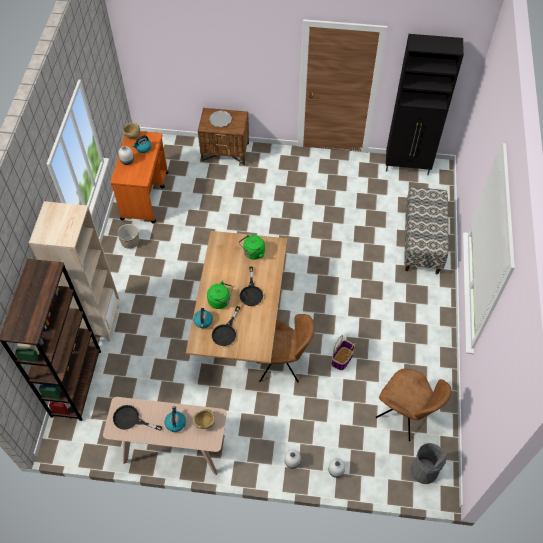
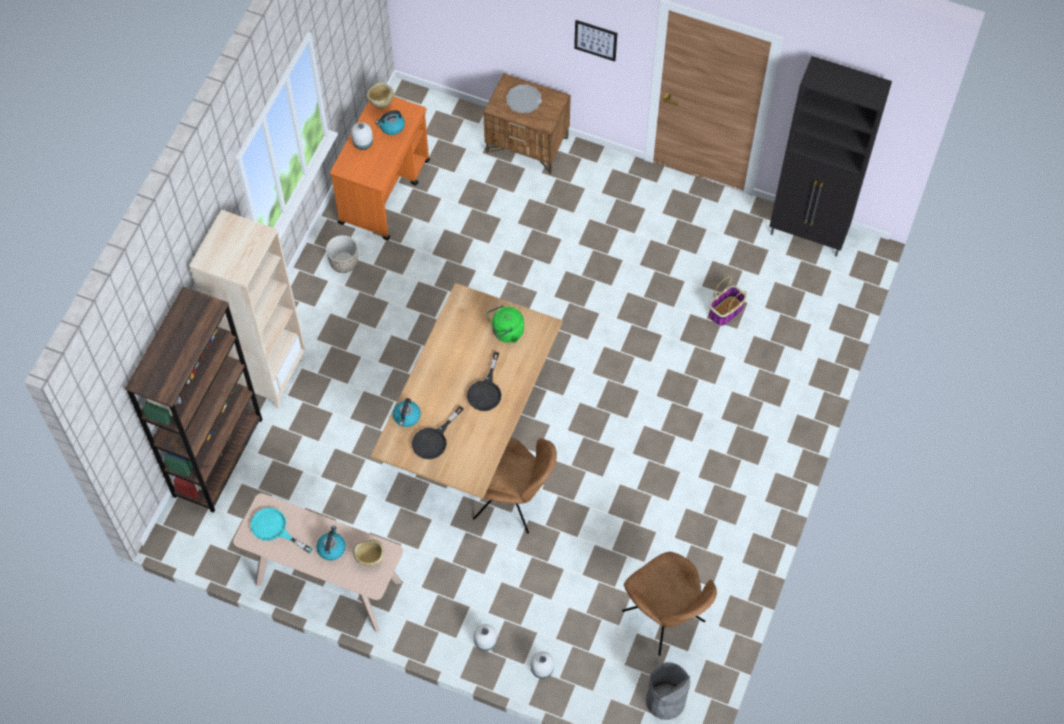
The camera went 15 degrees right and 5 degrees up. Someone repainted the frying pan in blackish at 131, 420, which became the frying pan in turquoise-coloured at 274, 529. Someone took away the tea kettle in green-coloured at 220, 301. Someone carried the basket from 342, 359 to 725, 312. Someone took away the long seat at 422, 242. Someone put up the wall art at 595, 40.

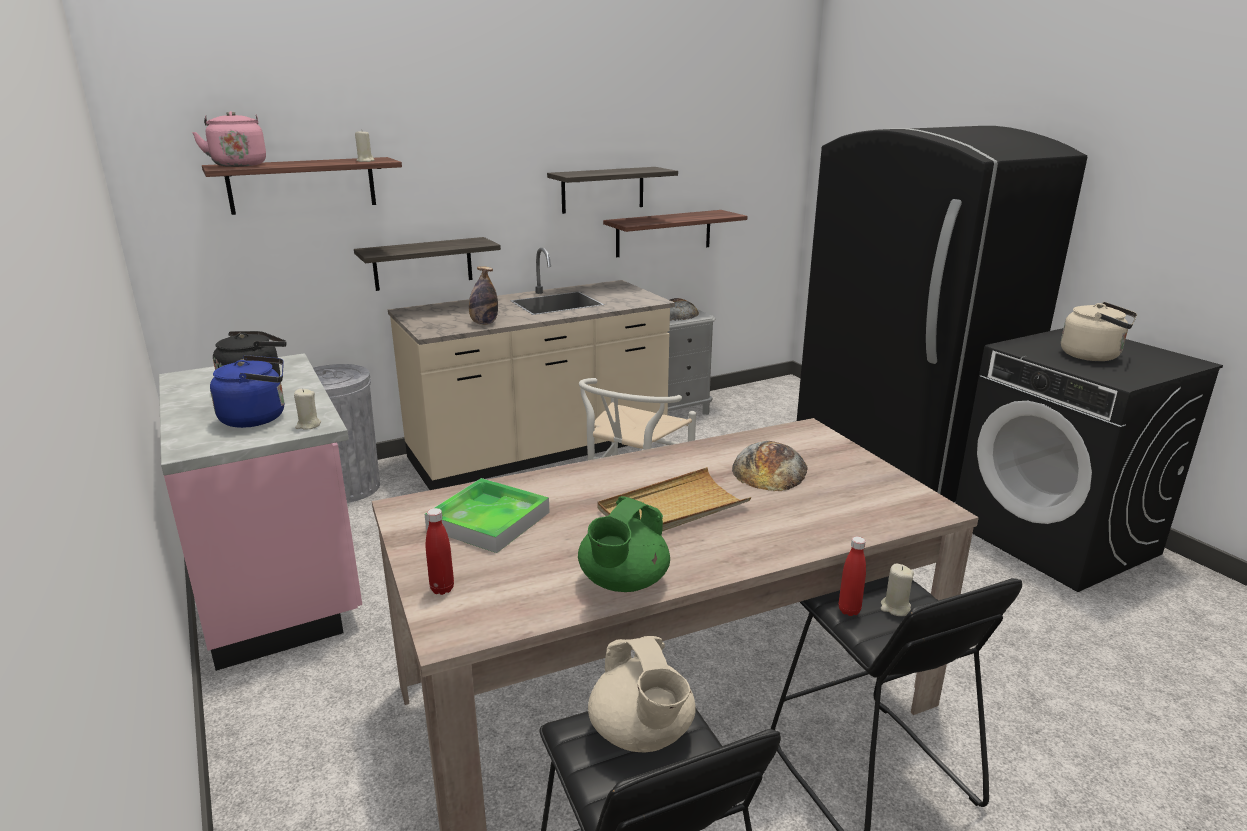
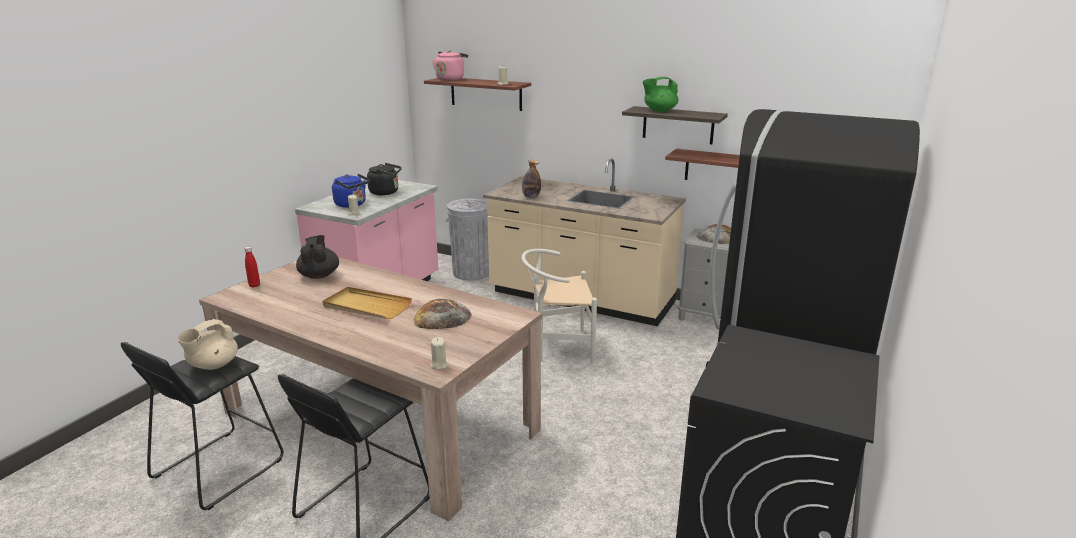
The camera went 55 degrees right and 0 degrees up. Someone took away the wall shelf at 423, 263. Someone swapped the serving tray at 489, 520 for the pot for tea in blackish at 319, 275. Someone carried the pot for tea in green-coloured from 623, 583 to 659, 110. Someone took away the drink bottle in red-coloured at 849, 610. Someone carried the wax light in beige-coloured from 895, 608 to 438, 365. Someone took away the tea kettle in beige-coloured at 1093, 356.

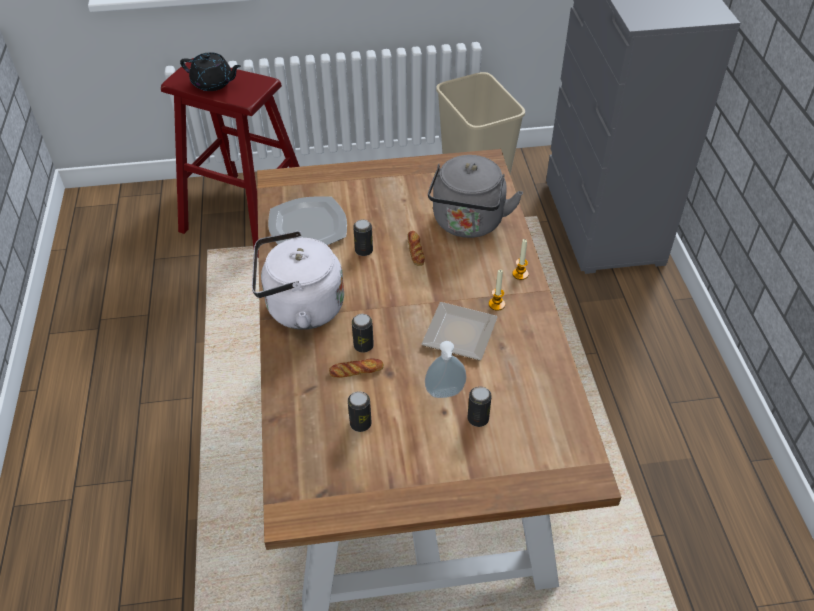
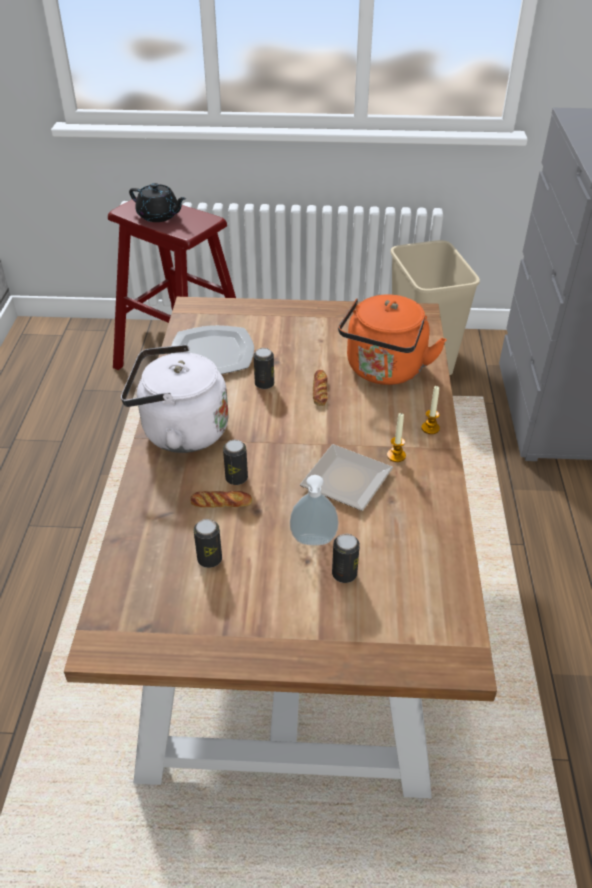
The camera went 10 degrees right and 5 degrees down. Someone repainted the tea kettle in grey at 468, 224, which became the tea kettle in orange-coloured at 384, 371.

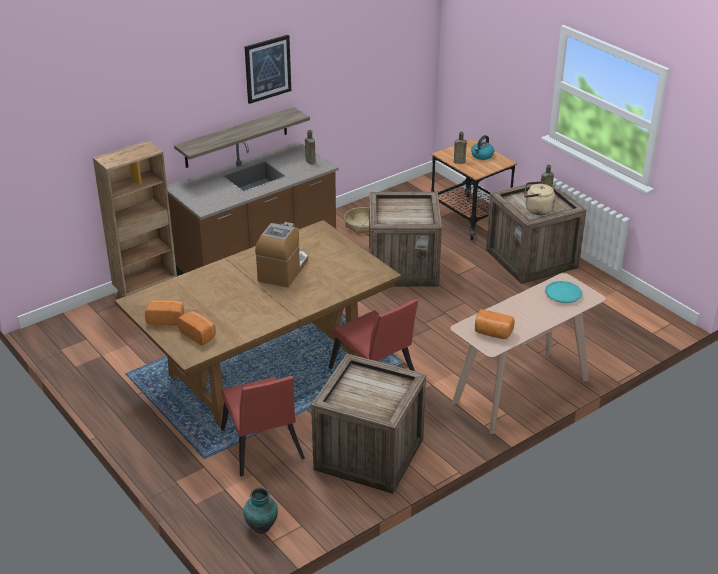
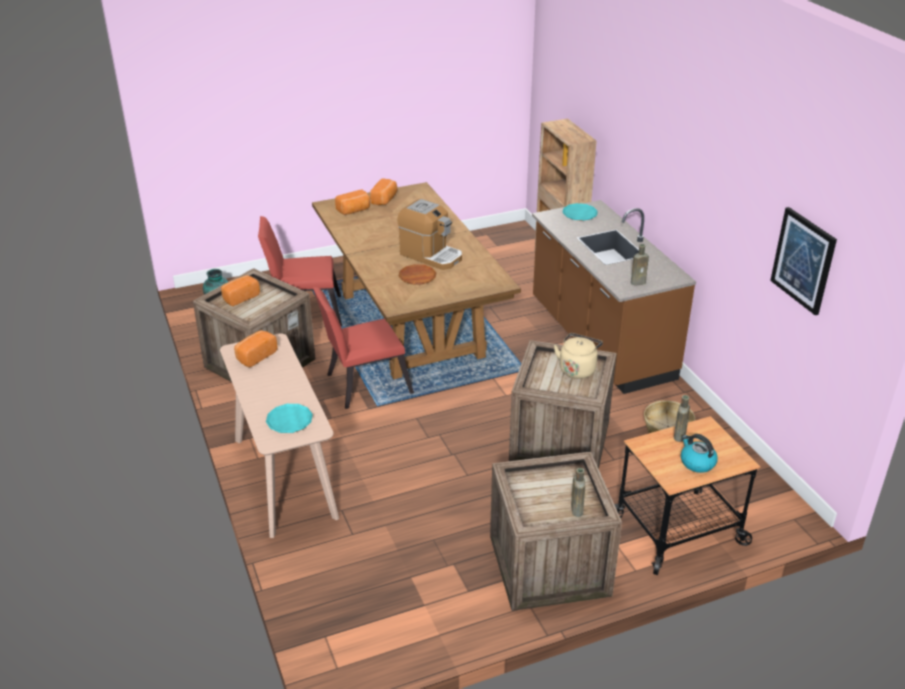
The camera went 105 degrees right and 0 degrees up. Someone took away the wall shelf at 236, 137. Someone carried the wall art from 267, 68 to 803, 260. Someone carried the tea kettle in beige-coloured from 537, 210 to 577, 369. Someone put down the bakery bread at 240, 297. Someone put down the flat dish in brownish at 417, 277. Someone put down the flat dish in turquoise-coloured at 579, 214.

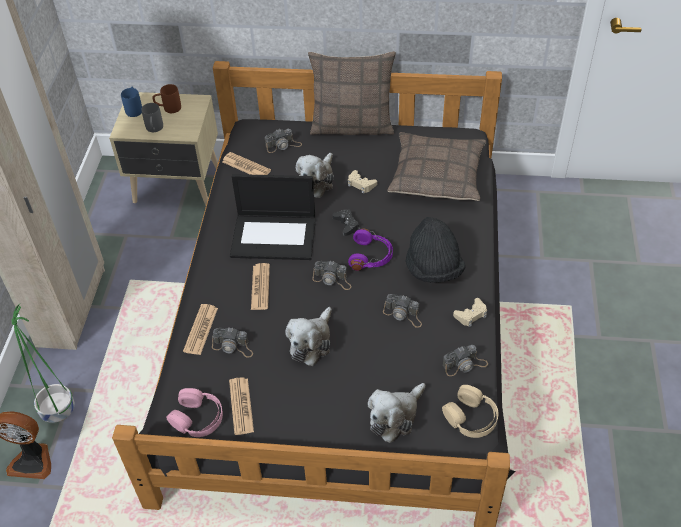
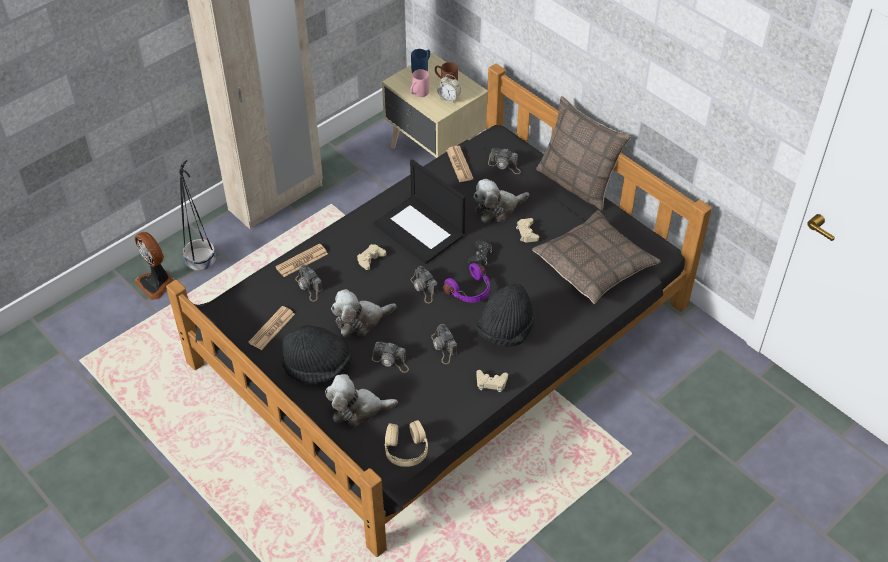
The camera went 40 degrees right and 0 degrees up. Someone repainted the flower pot in green-coloured at 58, 409, which became the flower pot in blackish at 201, 261. Someone repainted the coffee mug in grey at 154, 129, which became the coffee mug in pink at 418, 94. Someone took away the pair of headphones in pink at 197, 418. Someone swapped the printed paper at 260, 287 for the joypad in beige-coloured at 370, 259. Someone carried the photo camera from 465, 365 to 391, 361. Someone put down the clothing hat in blackish at 318, 366. Someone put down the bedside clock at 449, 98.

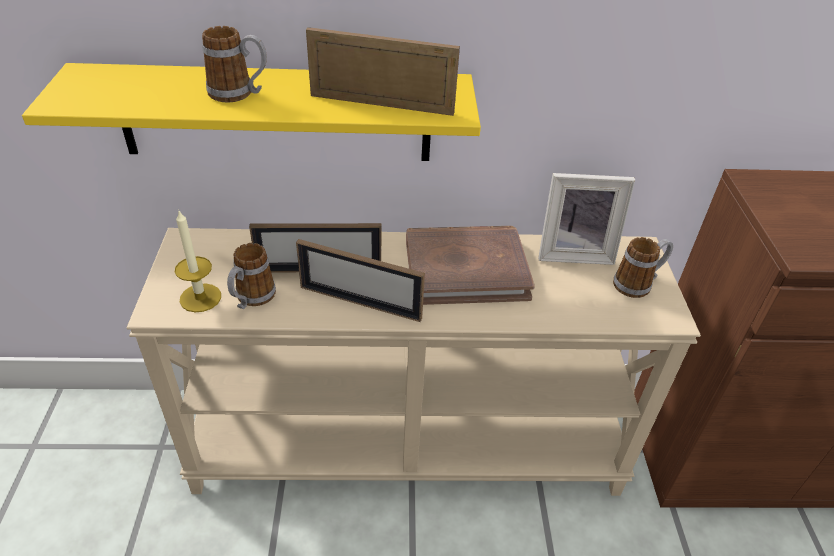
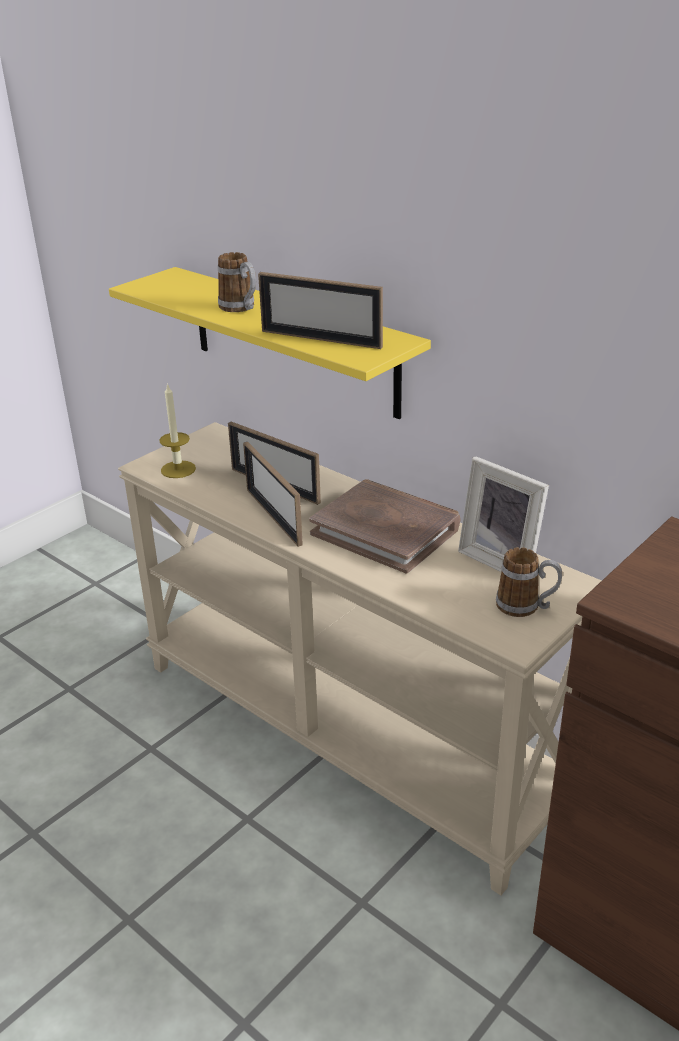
The camera went 45 degrees right and 10 degrees down. Someone took away the coffee mug at 251, 299. Someone rotated the photo frame at 381, 104 by 150 degrees clockwise.

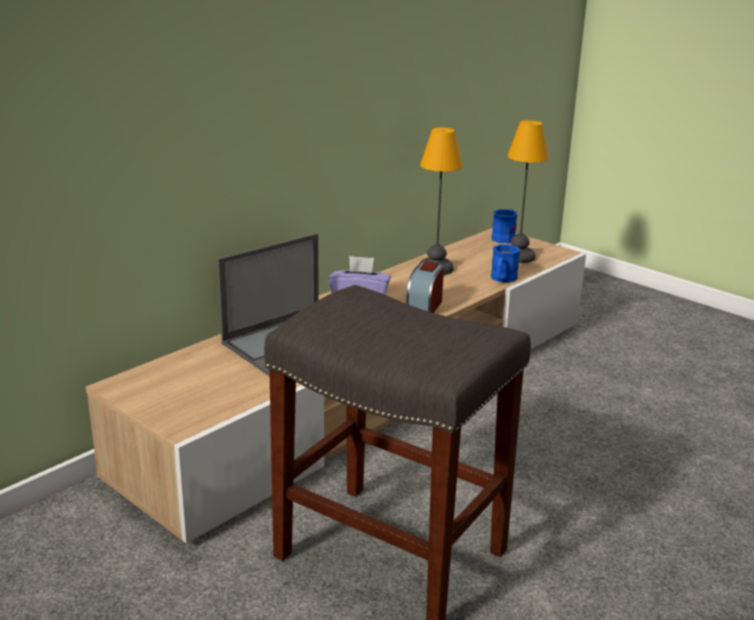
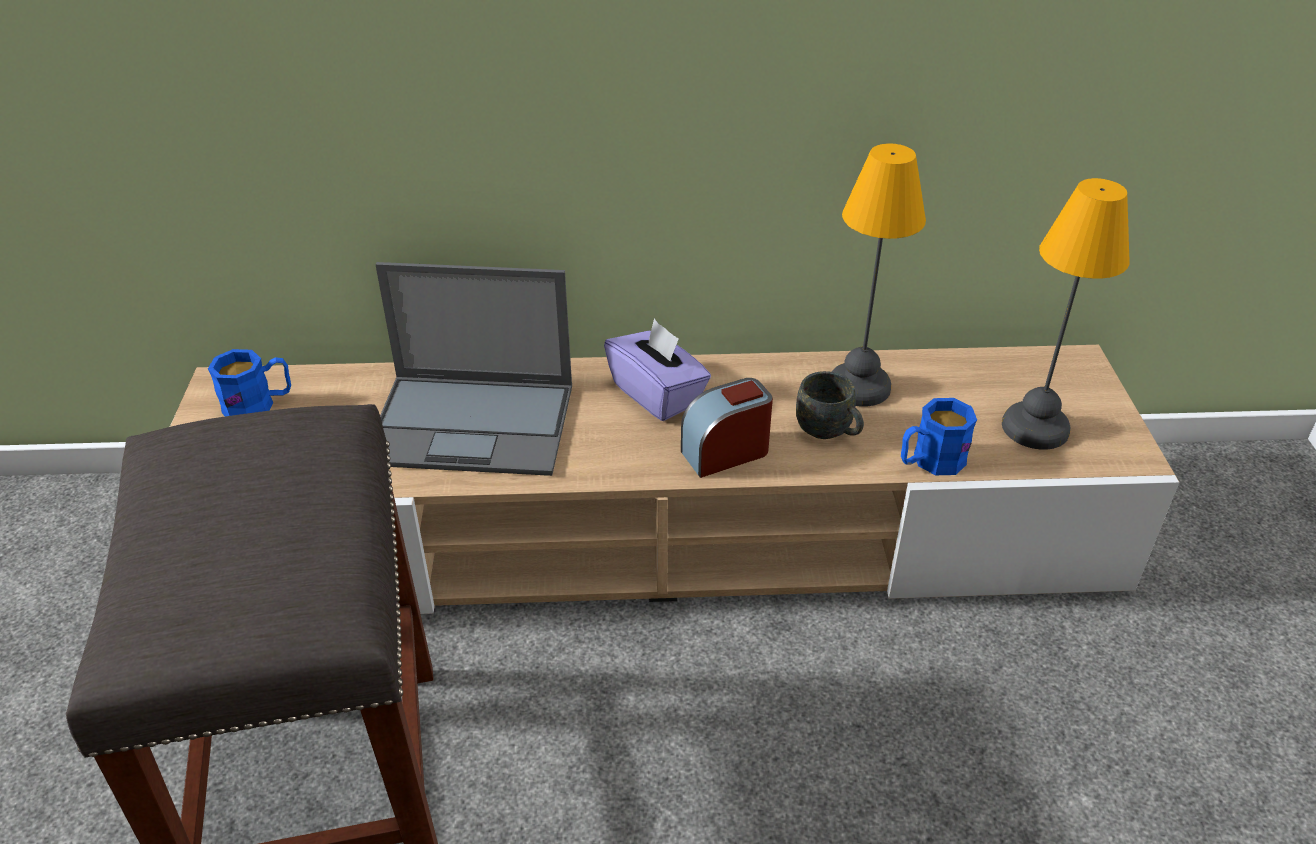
The camera went 45 degrees right and 15 degrees up. Someone carried the coffee mug in blue from 505, 237 to 259, 405. Someone put down the coffee mug in grey at 829, 432.

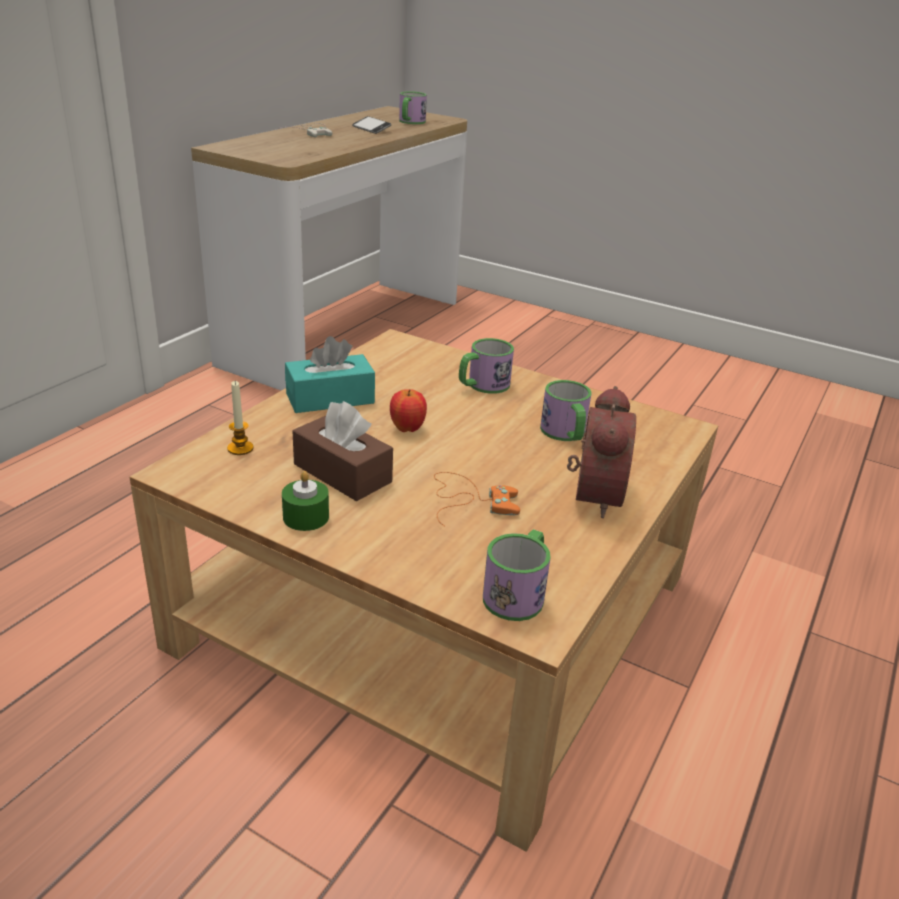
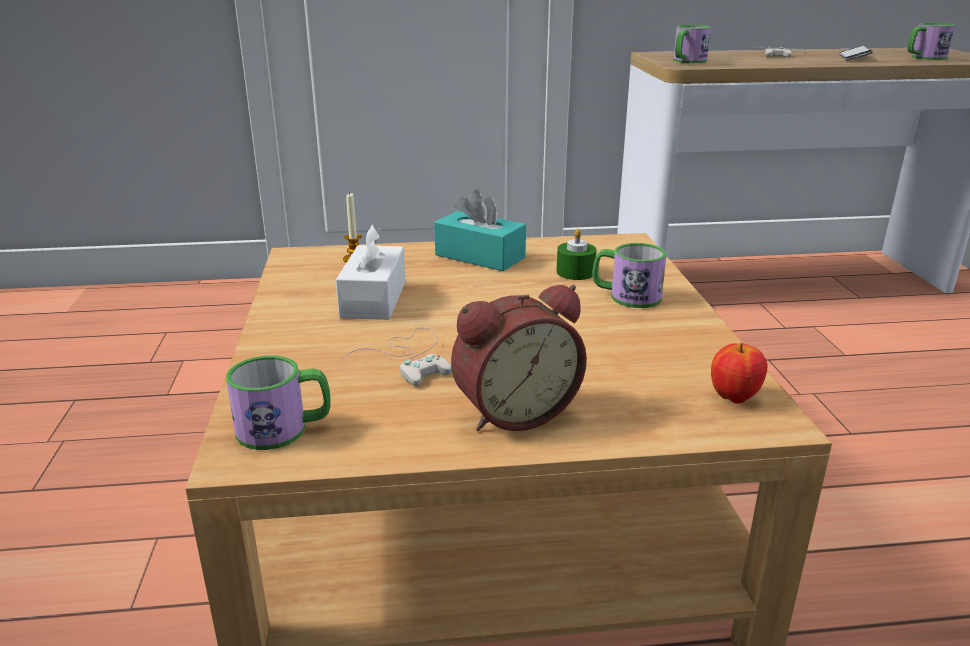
The camera went 55 degrees right and 5 degrees down. Someone carried the wax light in green-coloured from 306, 517 to 575, 272. Someone repainted the tissue box in brownish at 342, 473, which became the tissue box in whitish at 373, 299. Someone carried the apple from 407, 429 to 734, 398. Someone repainted the joypad in orange-coloured at 469, 499, which became the joypad in whitish at 411, 357. Someone carried the coffee mug from 565, 434 to 686, 61.

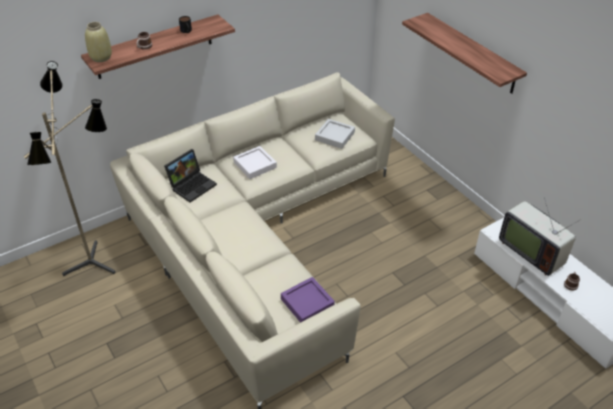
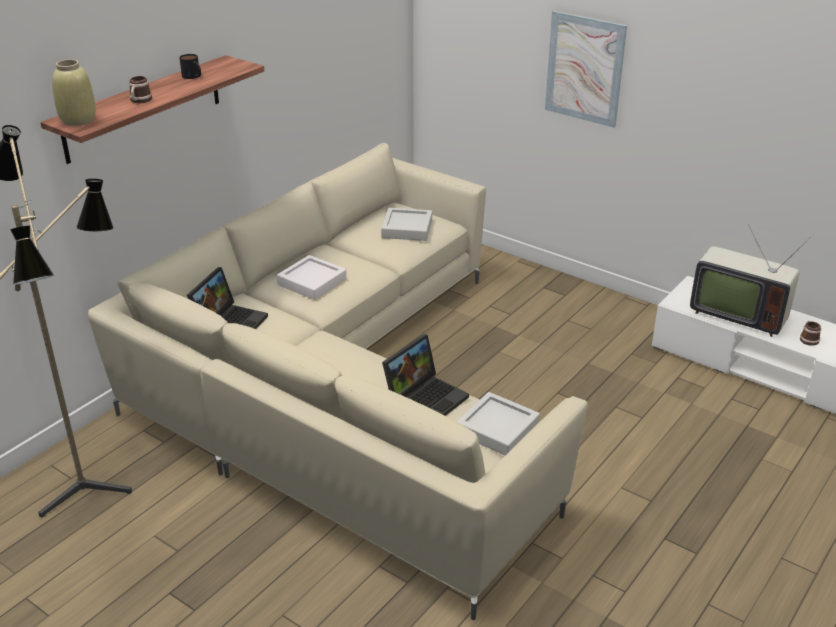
The camera went 20 degrees left and 10 degrees down. Someone repainted the serving tray in purple-coloured at 307, 303, which became the serving tray in grey at 497, 429. Someone swapped the wall shelf at 472, 53 for the wall art at 584, 69. Someone put down the notebook computer at 426, 399.

